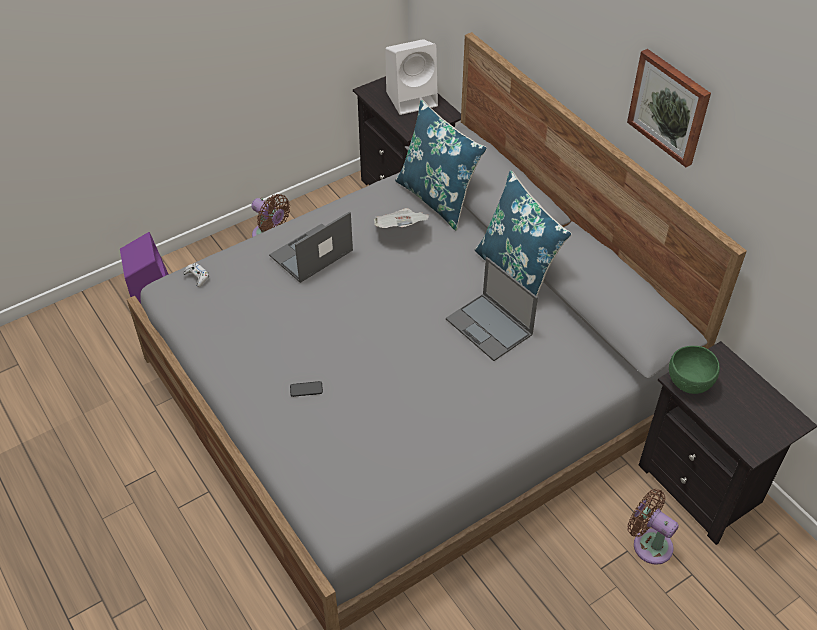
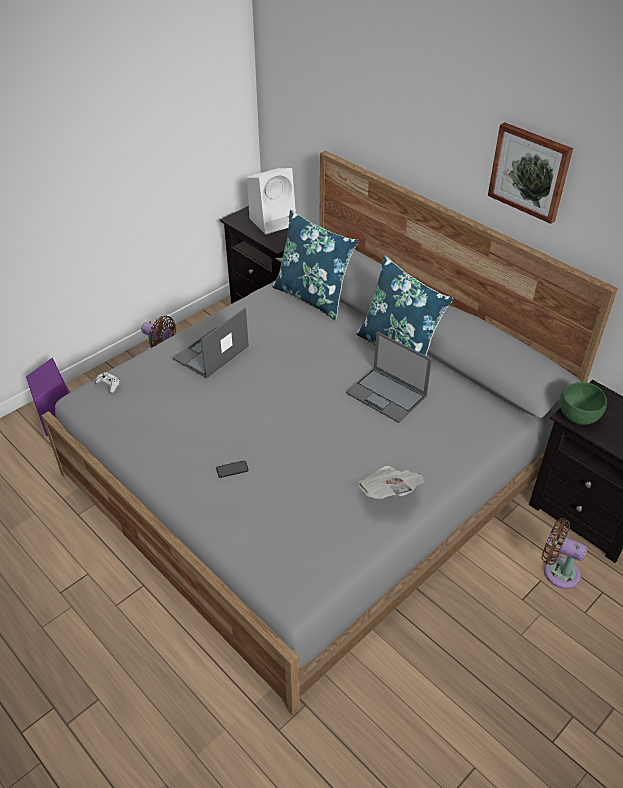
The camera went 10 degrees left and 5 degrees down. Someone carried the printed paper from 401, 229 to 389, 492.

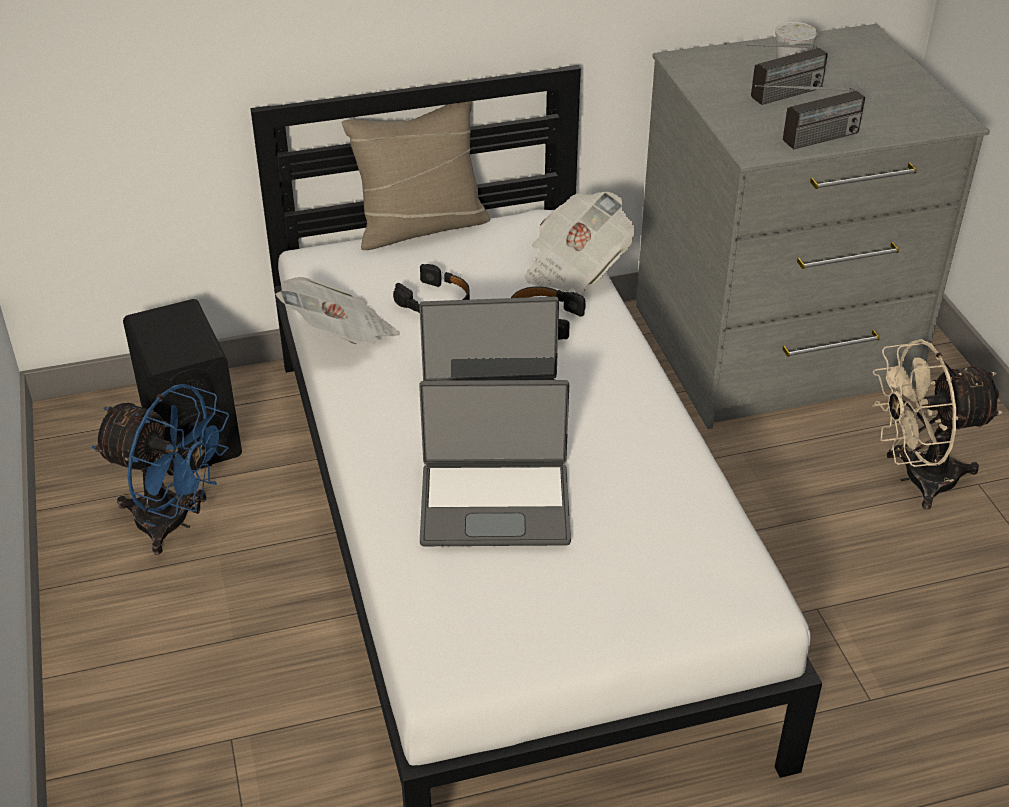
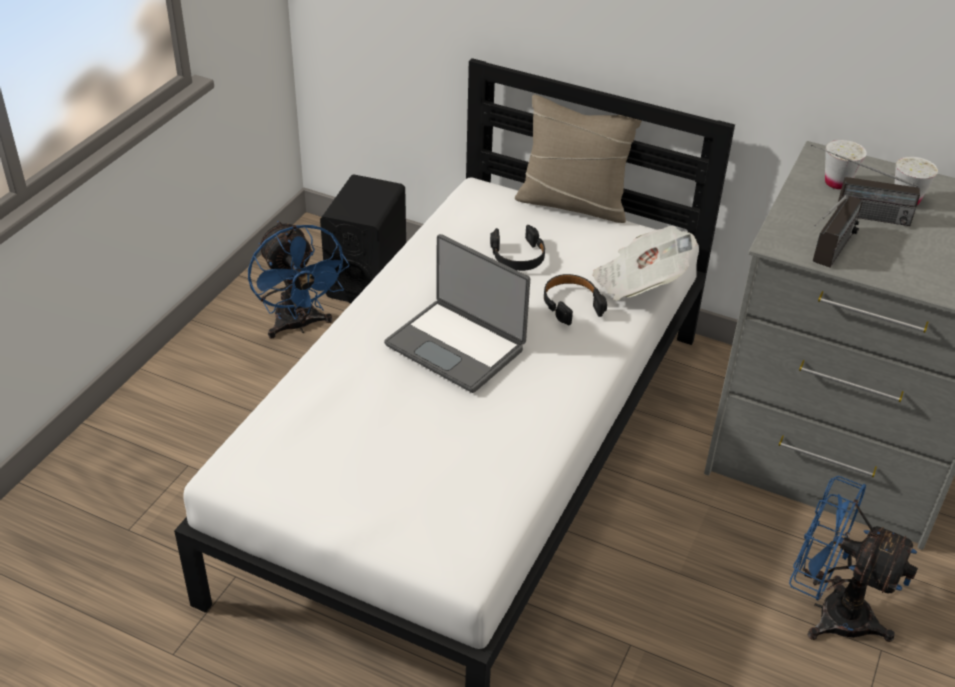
The camera went 40 degrees right and 0 degrees up. Someone took away the printed paper at 341, 336. Someone took away the notebook computer at 495, 504. Someone rotated the radio at 804, 142 by 75 degrees counterclockwise. Someone repainted the cooling fan in beige-coloured at 916, 479, which became the cooling fan in blue at 829, 612. Someone put down the cup in whitish at 837, 183.

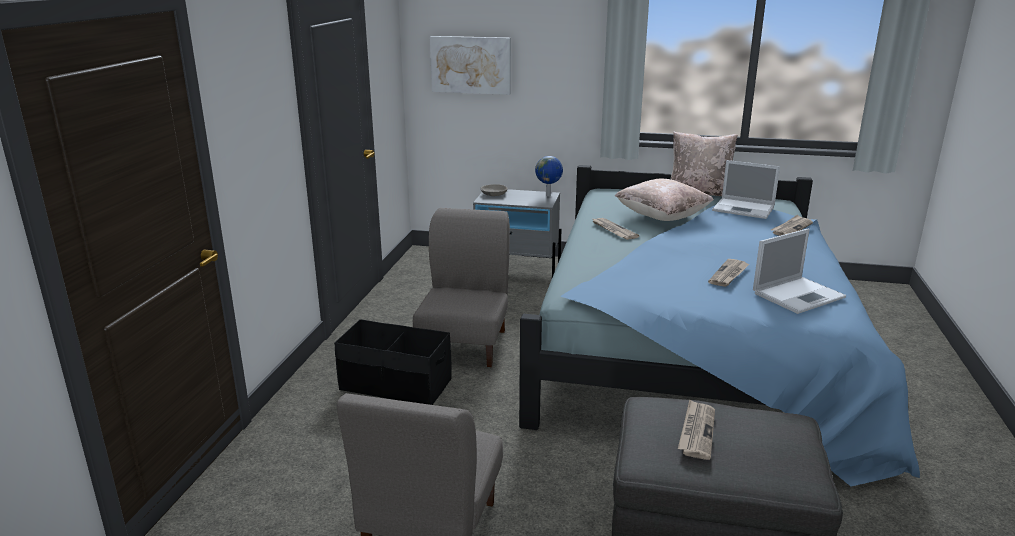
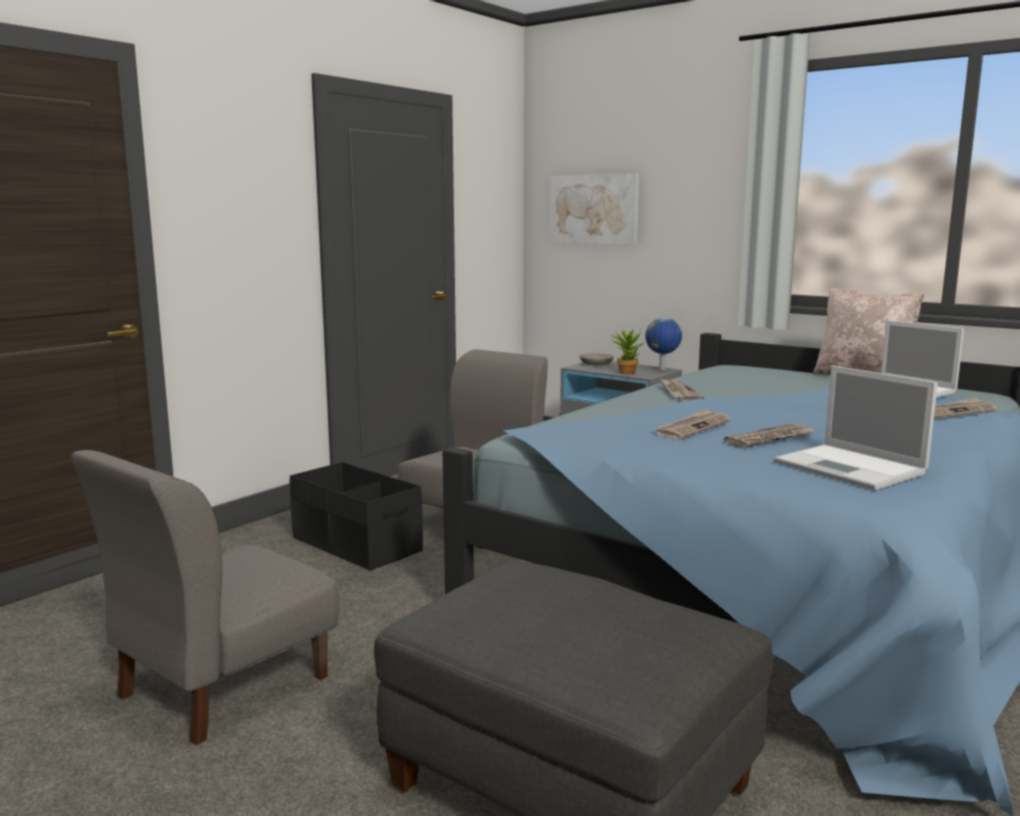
The camera went 25 degrees right and 10 degrees down. Someone took away the throw pillow in beige-coloured at 661, 217. Someone carried the printed paper from 696, 431 to 692, 428. Someone rotated the notebook computer at 799, 295 by 60 degrees clockwise. Someone put down the houseplant at 626, 372.

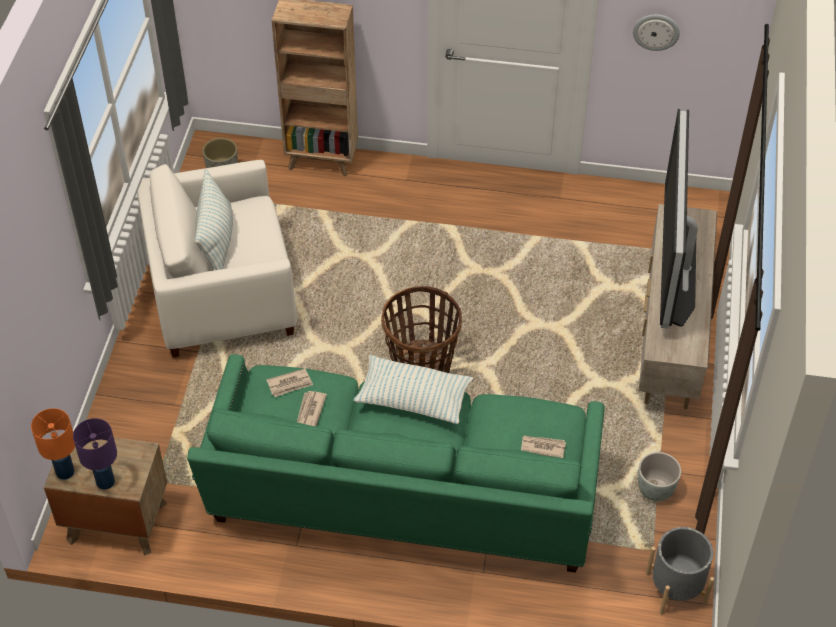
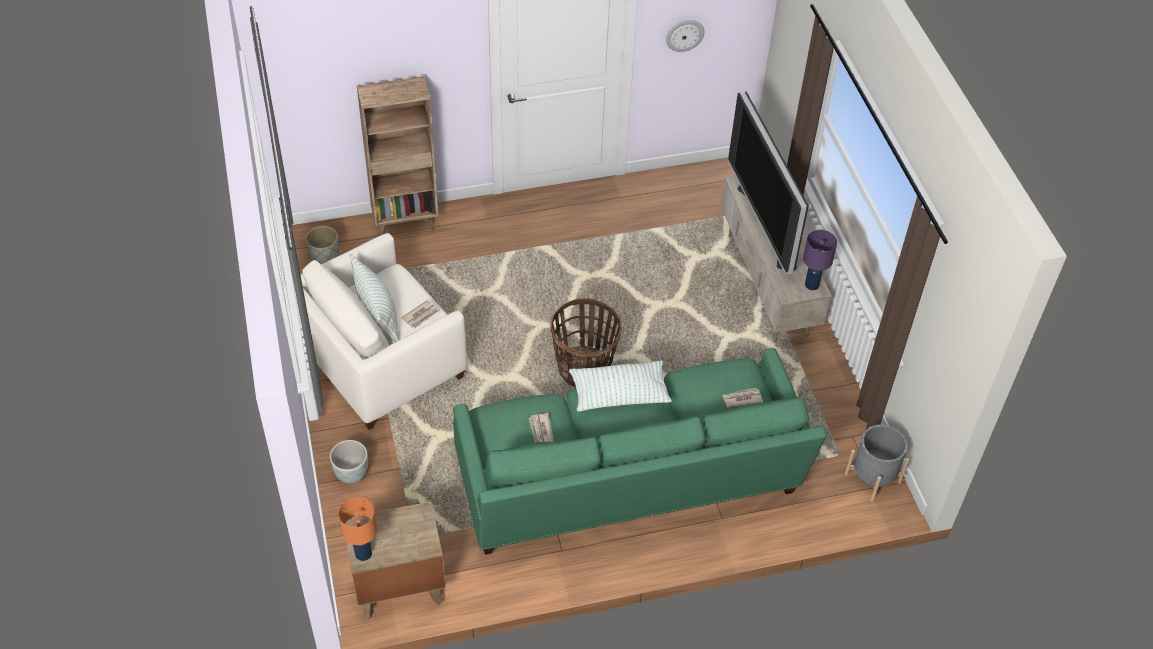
The camera went 25 degrees left and 0 degrees up. Someone carried the table lamp in purple-coloured from 105, 481 to 811, 285. Someone carried the printed paper from 290, 384 to 421, 315. Someone carried the flower pot in grey from 656, 490 to 352, 473.

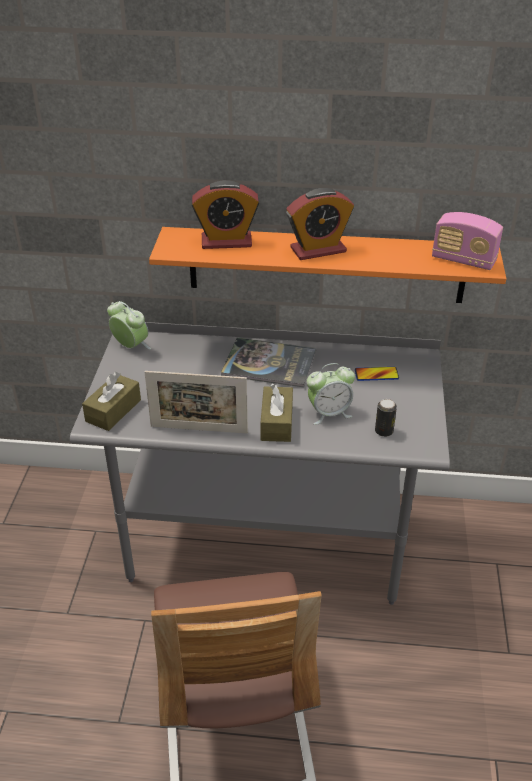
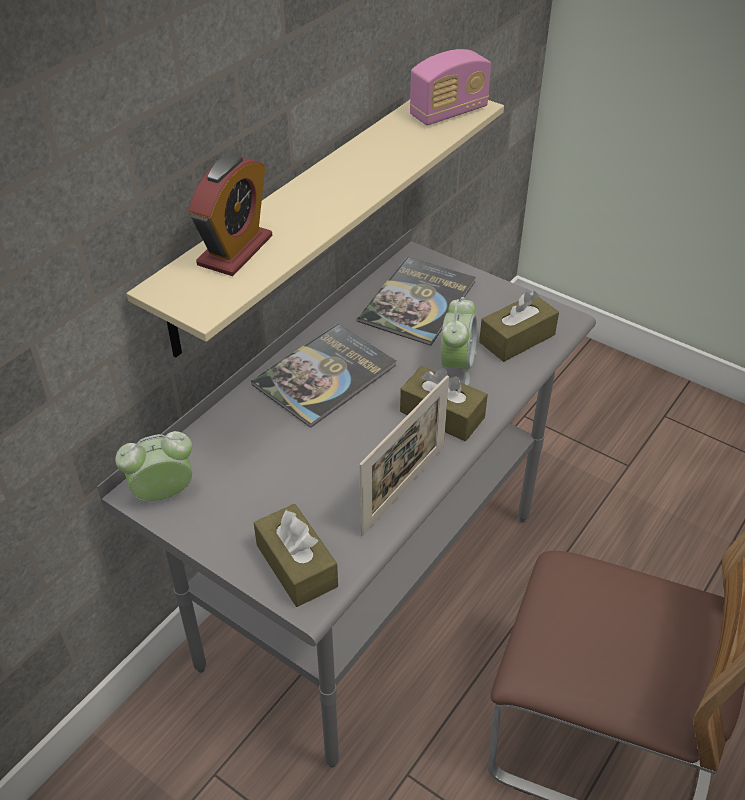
The camera went 60 degrees left and 5 degrees up. Someone repainted the wall shelf in orange-coloured at 326, 265, which became the wall shelf in beige-coloured at 304, 214. Someone took away the bedside clock at 318, 250. Someone swapped the telephone at 376, 374 for the volume at 417, 301. Someone swapped the can at 384, 431 for the tissue box in brownish at 517, 338.

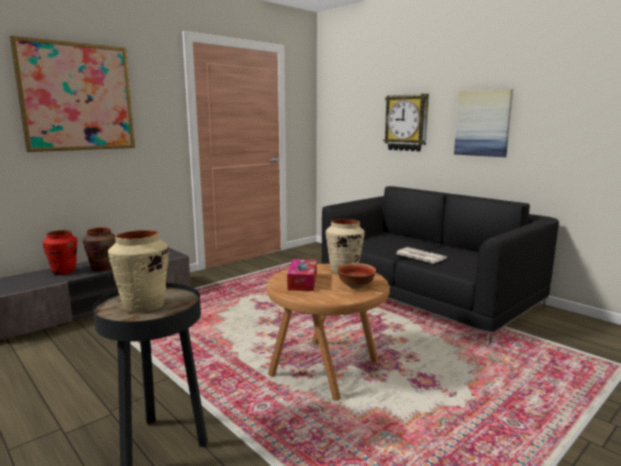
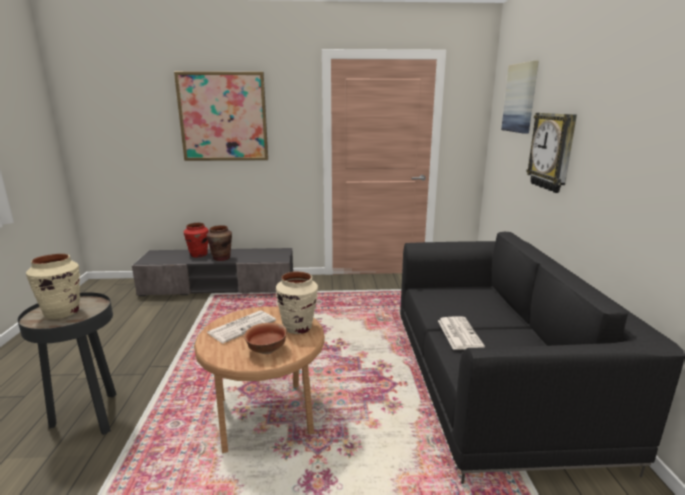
The camera went 40 degrees right and 5 degrees up. Someone swapped the tissue box at 302, 282 for the printed paper at 242, 326. Someone carried the wall art from 483, 123 to 520, 98.

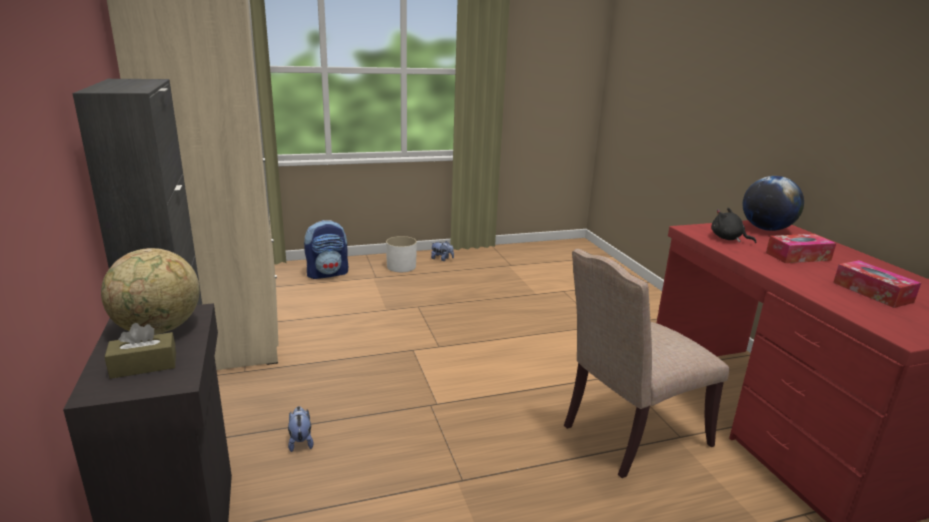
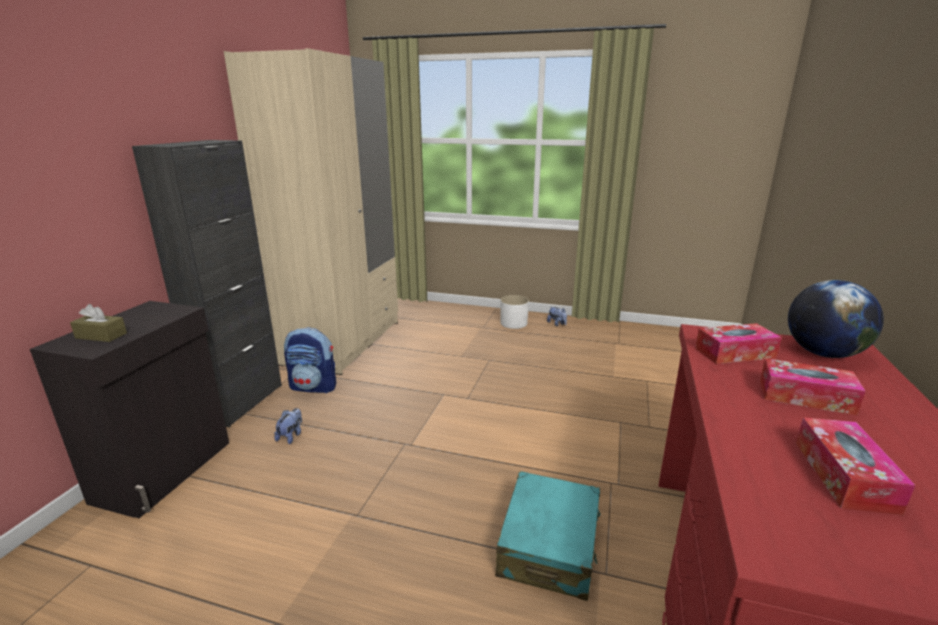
The camera went 35 degrees right and 0 degrees up. Someone took away the globe at 159, 329. Someone carried the knapsack from 327, 273 to 314, 387. Someone swapped the chair in beige-coloured at 629, 435 for the travel case in turquoise-coloured at 549, 546. Someone swapped the plush toy in blackish at 728, 239 for the tissue box at 734, 353.

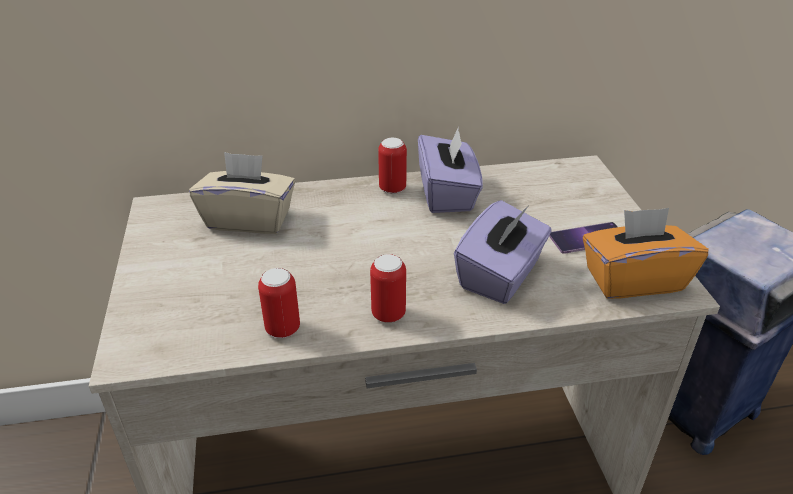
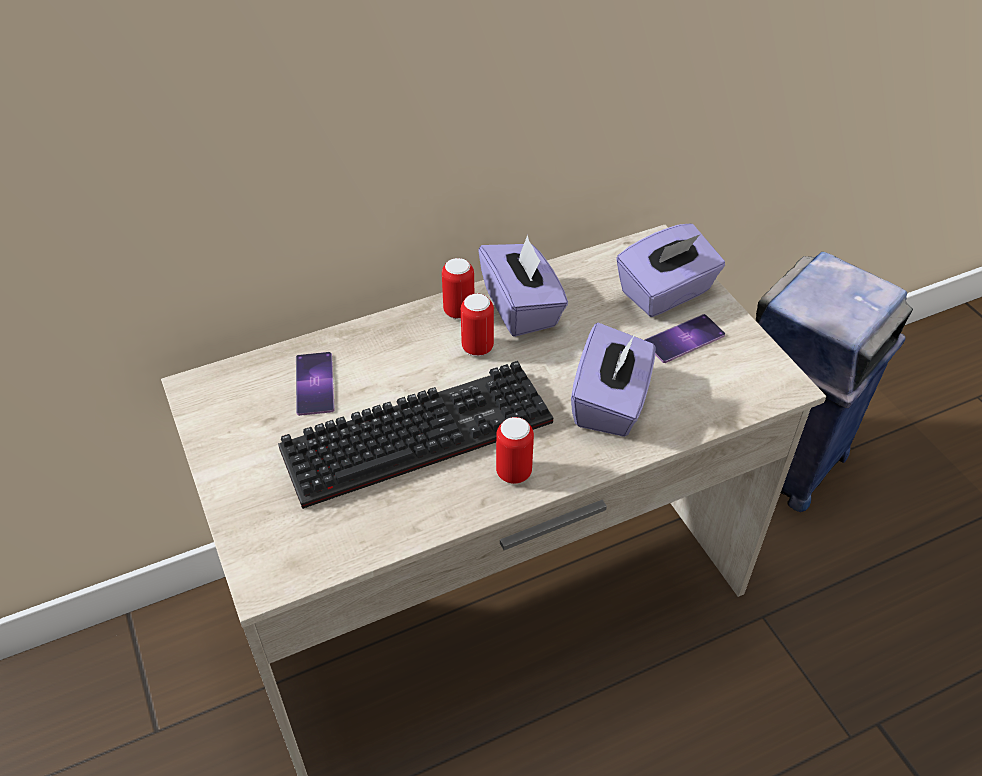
The camera went 15 degrees left and 10 degrees up. Someone swapped the tissue box in beige-coloured at 249, 219 for the telephone at 314, 383. Someone carried the can from 283, 329 to 477, 347. Someone took away the tissue box in orange-coloured at 633, 279. Someone put down the computer keyboard at 420, 431. Someone put down the tissue box in purple-coloured at 666, 293.

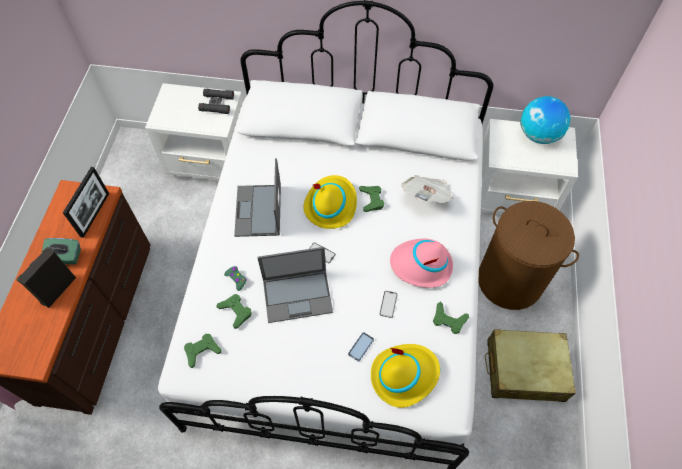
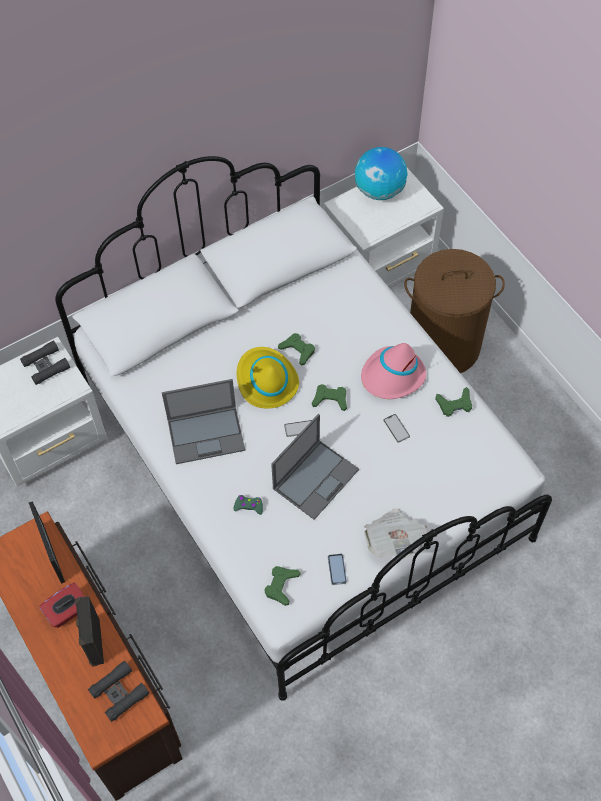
The camera went 40 degrees left and 0 degrees up. Someone repainted the tissue box in green-coloured at 65, 257, which became the tissue box in red-coloured at 67, 611. Someone carried the joypad in green-coloured from 235, 311 to 330, 399. Someone rotated the notebook computer at 258, 211 by 60 degrees counterclockwise. Someone carried the telephone from 361, 347 to 337, 569. Someone took away the clothing hat in yellow at 404, 375. Someone carried the printed paper from 427, 196 to 394, 540. Someone took away the travel case in beige-coloured at 524, 370. Someone put down the field glasses in blackish at 119, 693.

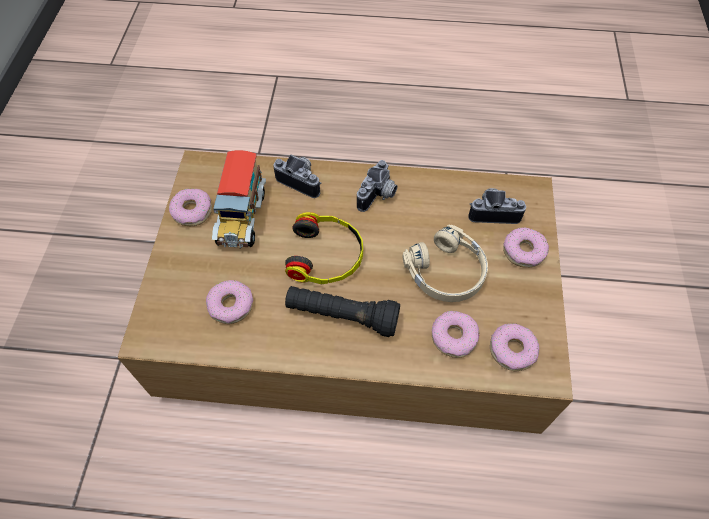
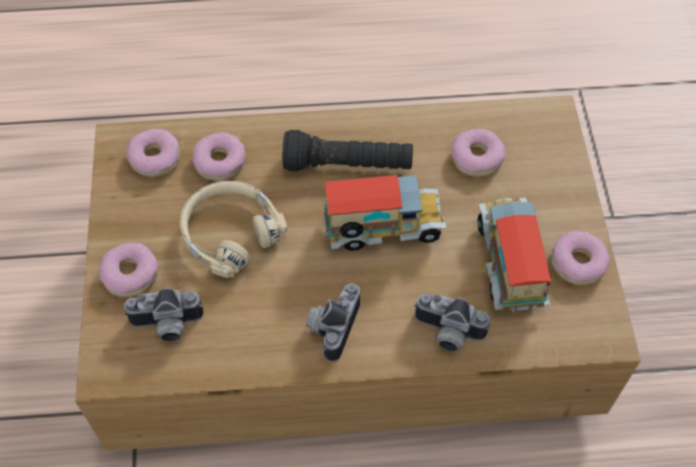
The camera went 170 degrees right and 0 degrees up. Someone swapped the pair of headphones at 326, 256 for the toy lorry at 383, 230.

